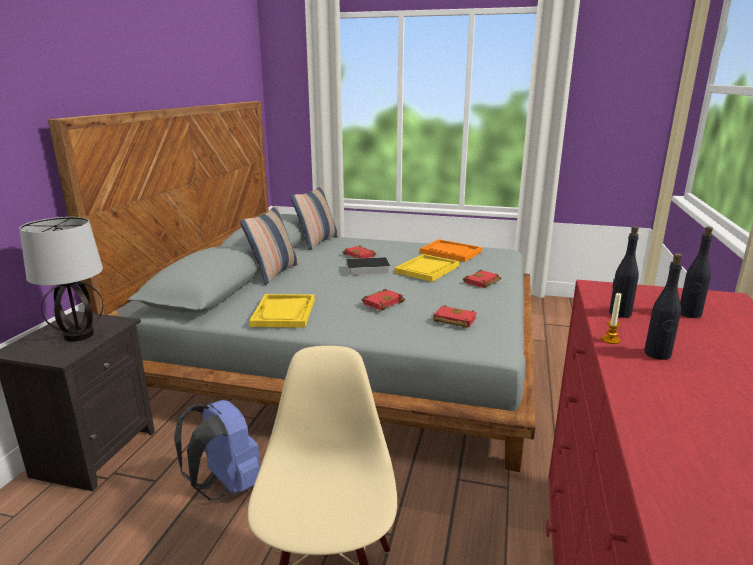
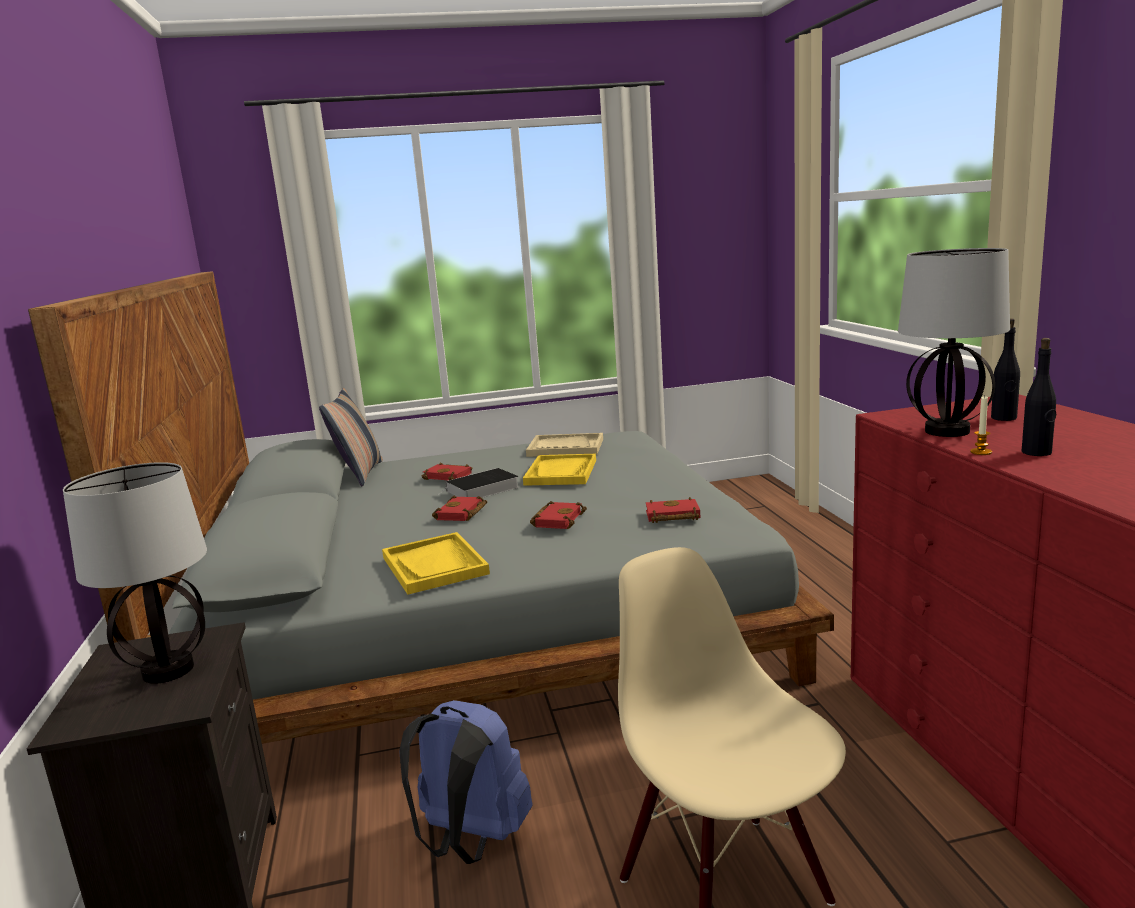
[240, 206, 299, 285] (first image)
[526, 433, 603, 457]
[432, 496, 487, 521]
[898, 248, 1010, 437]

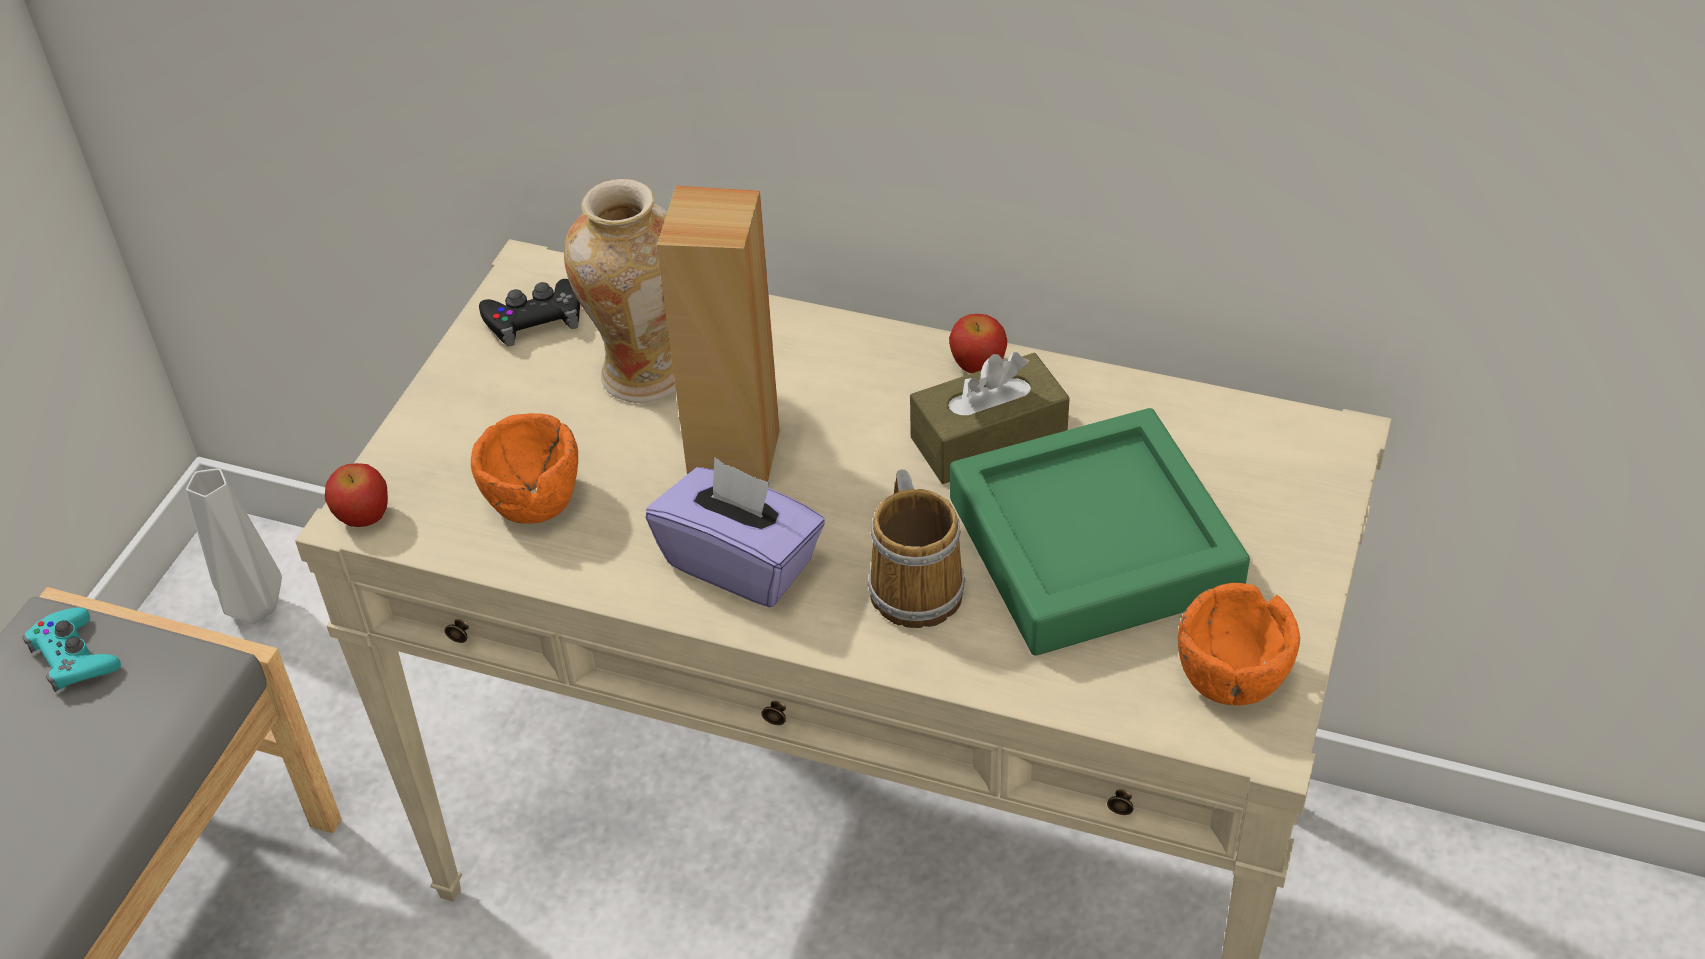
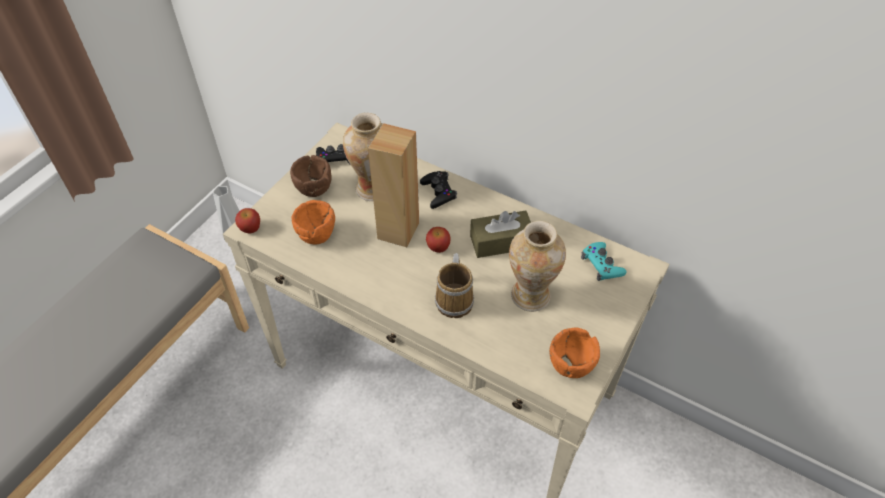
[581, 242, 627, 281]
[645, 457, 825, 608] (first image)
[426, 227, 451, 253]
[509, 221, 566, 312]
[290, 155, 332, 197]
[420, 171, 457, 209]

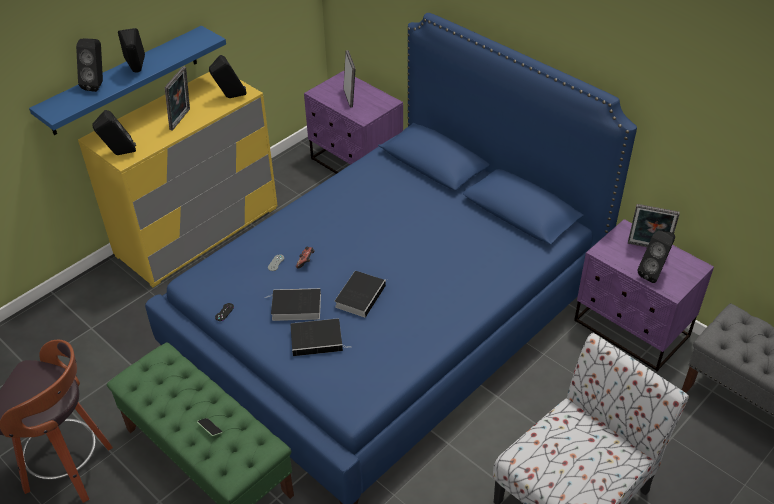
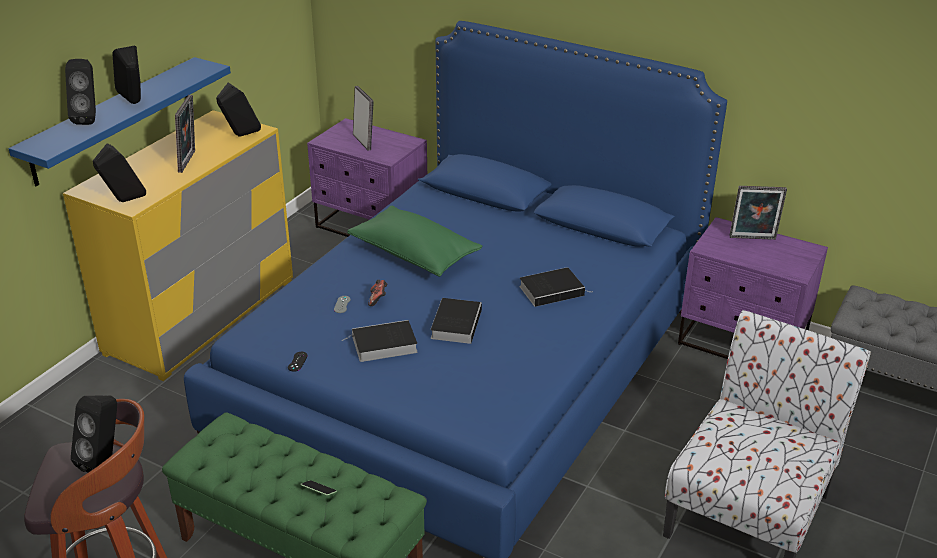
[519, 267, 587, 307]
[71, 395, 117, 473]
[347, 206, 482, 277]

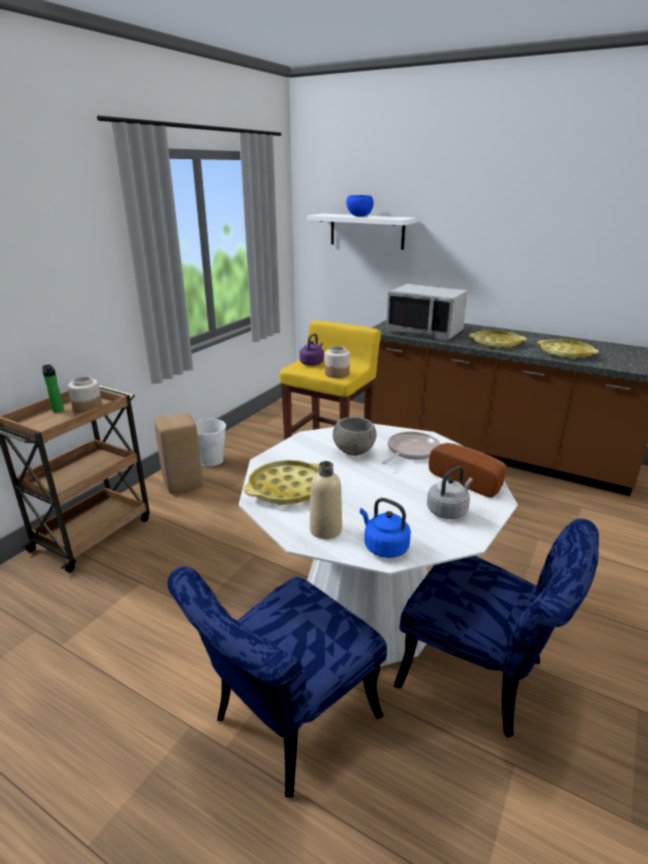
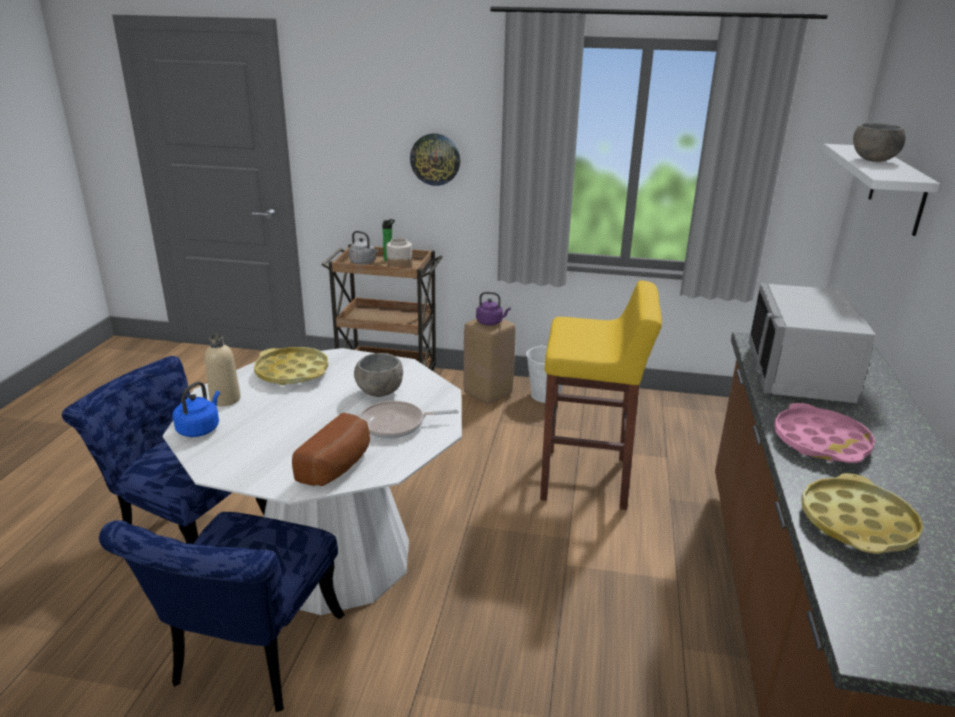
[476, 292, 511, 325]
[325, 346, 350, 378] (first image)
[853, 123, 905, 162]
[359, 401, 459, 439]
[349, 231, 378, 265]
[774, 403, 875, 463]
[410, 133, 460, 186]

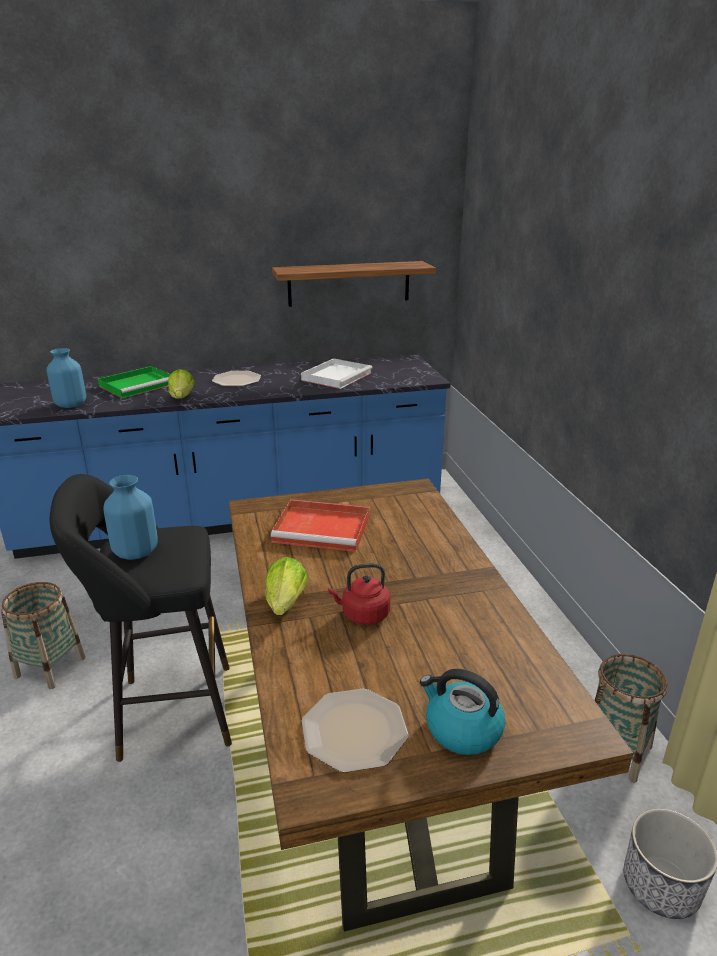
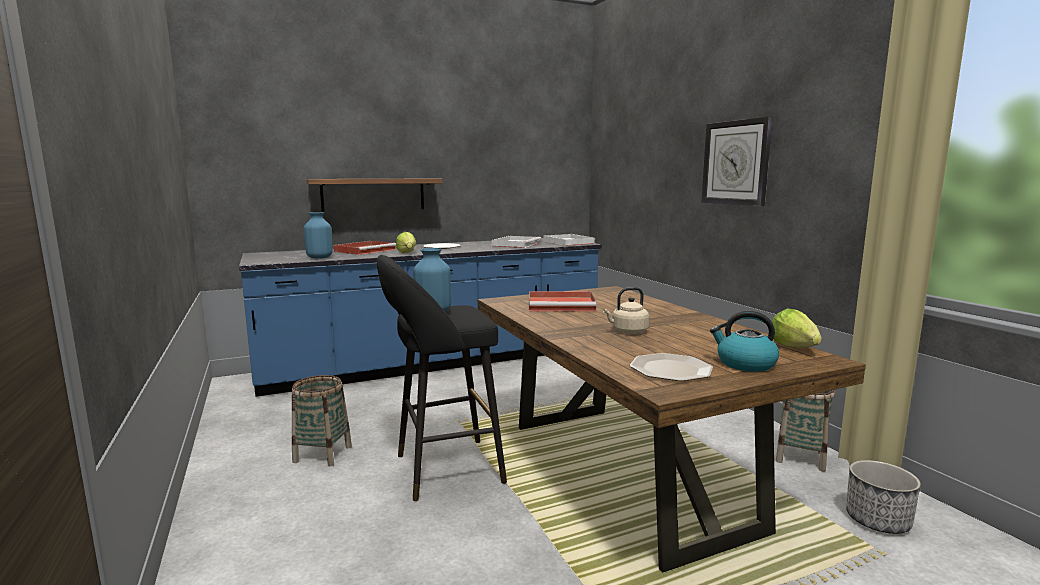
[333, 241, 396, 255]
[772, 308, 822, 348]
[306, 179, 443, 212]
[603, 287, 649, 334]
[544, 234, 596, 246]
[702, 117, 772, 206]

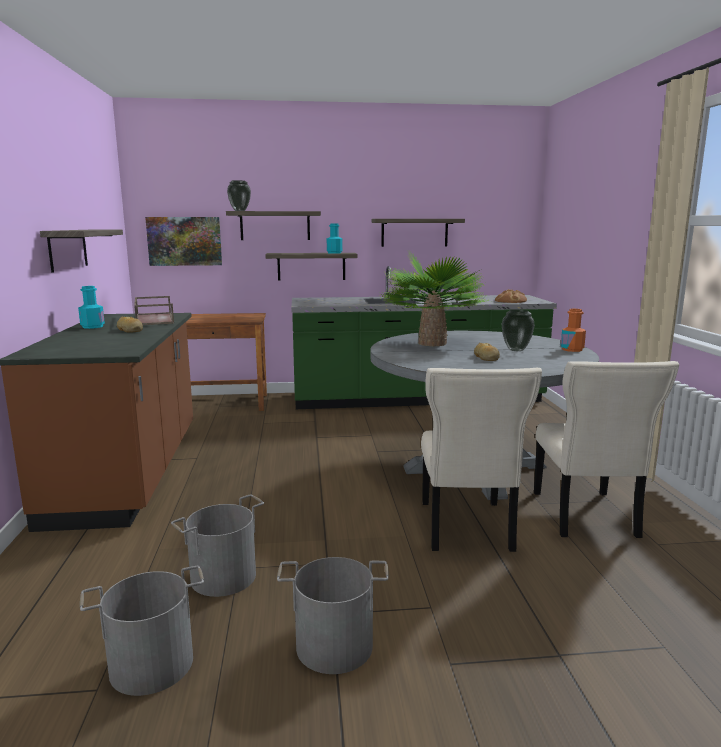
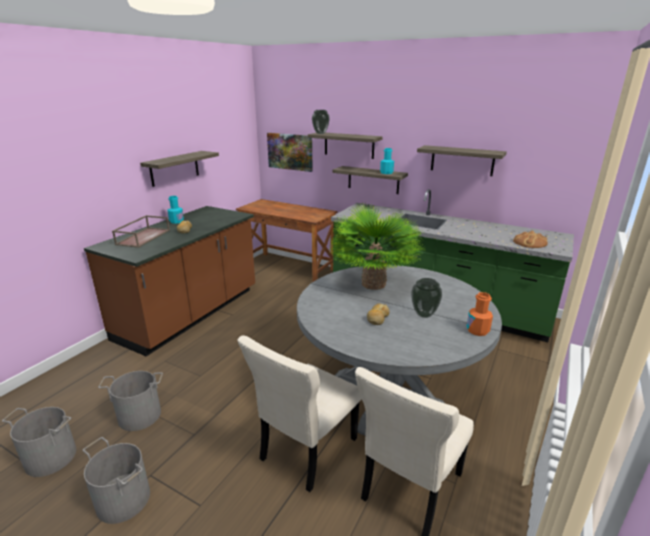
[112, 215, 170, 248]

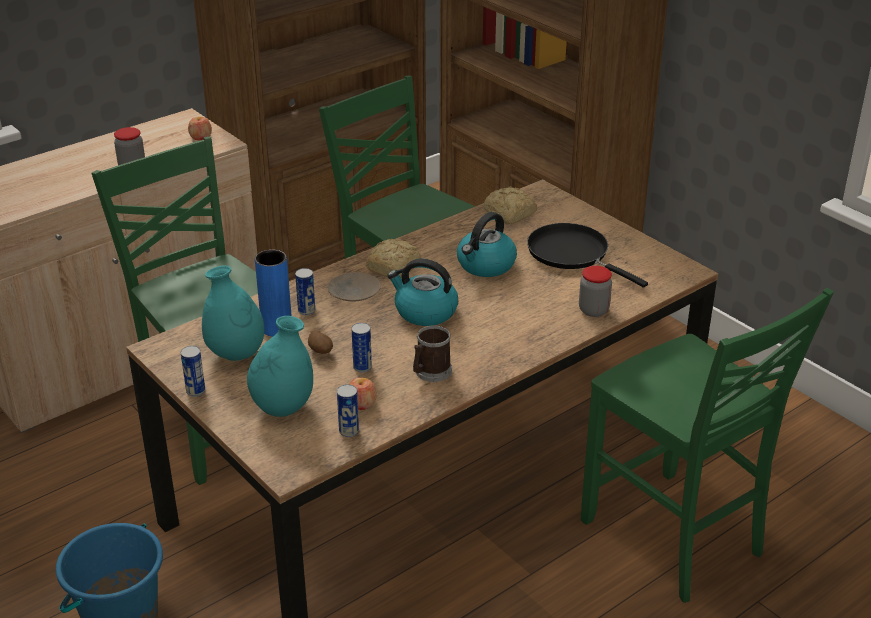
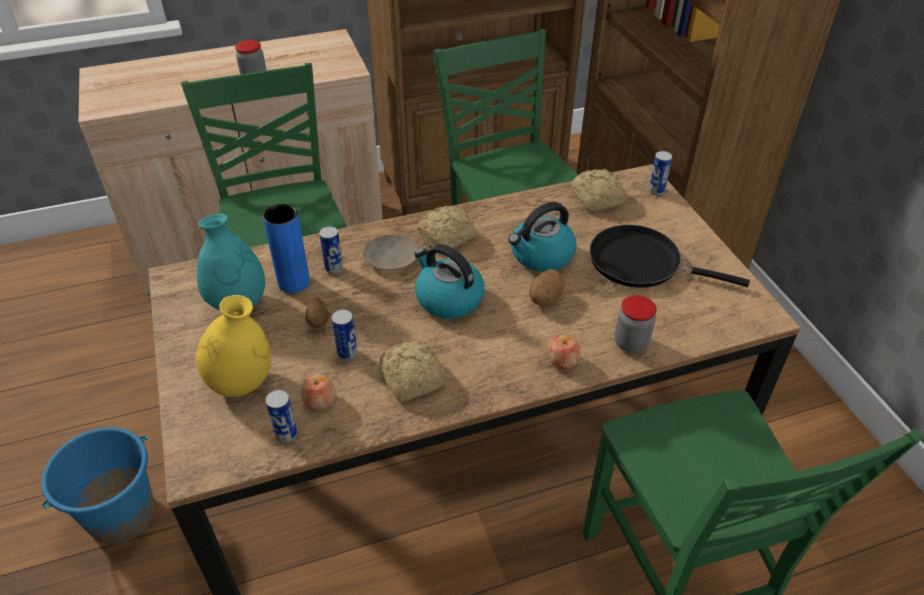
[649, 151, 672, 195]
[548, 335, 580, 369]
[196, 295, 271, 397]
[379, 341, 447, 402]
[590, 225, 750, 288]
[529, 269, 565, 306]

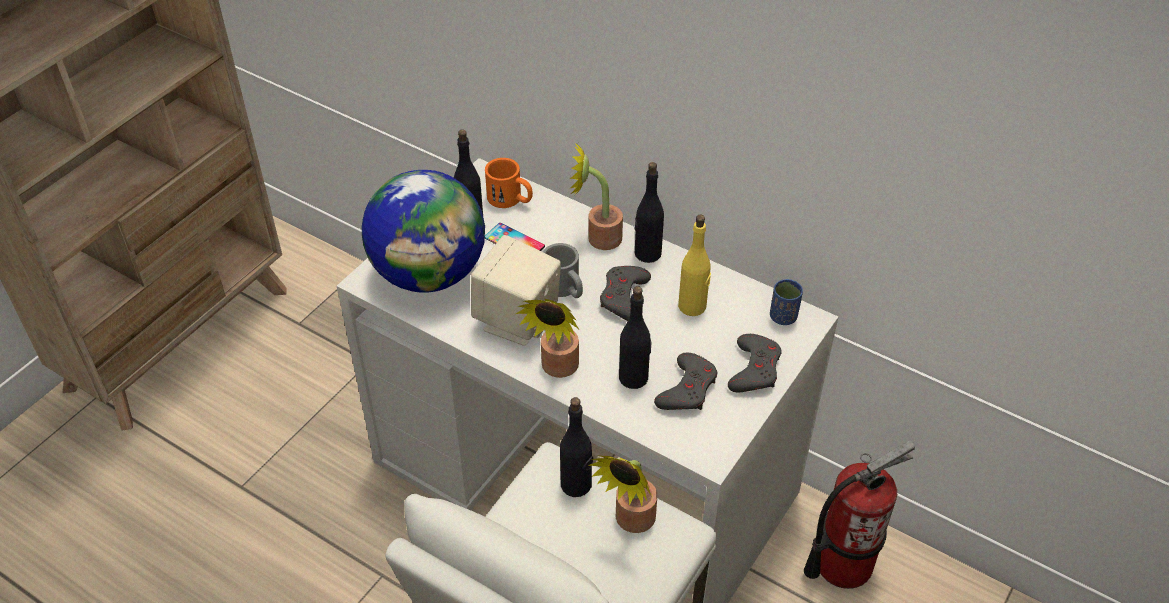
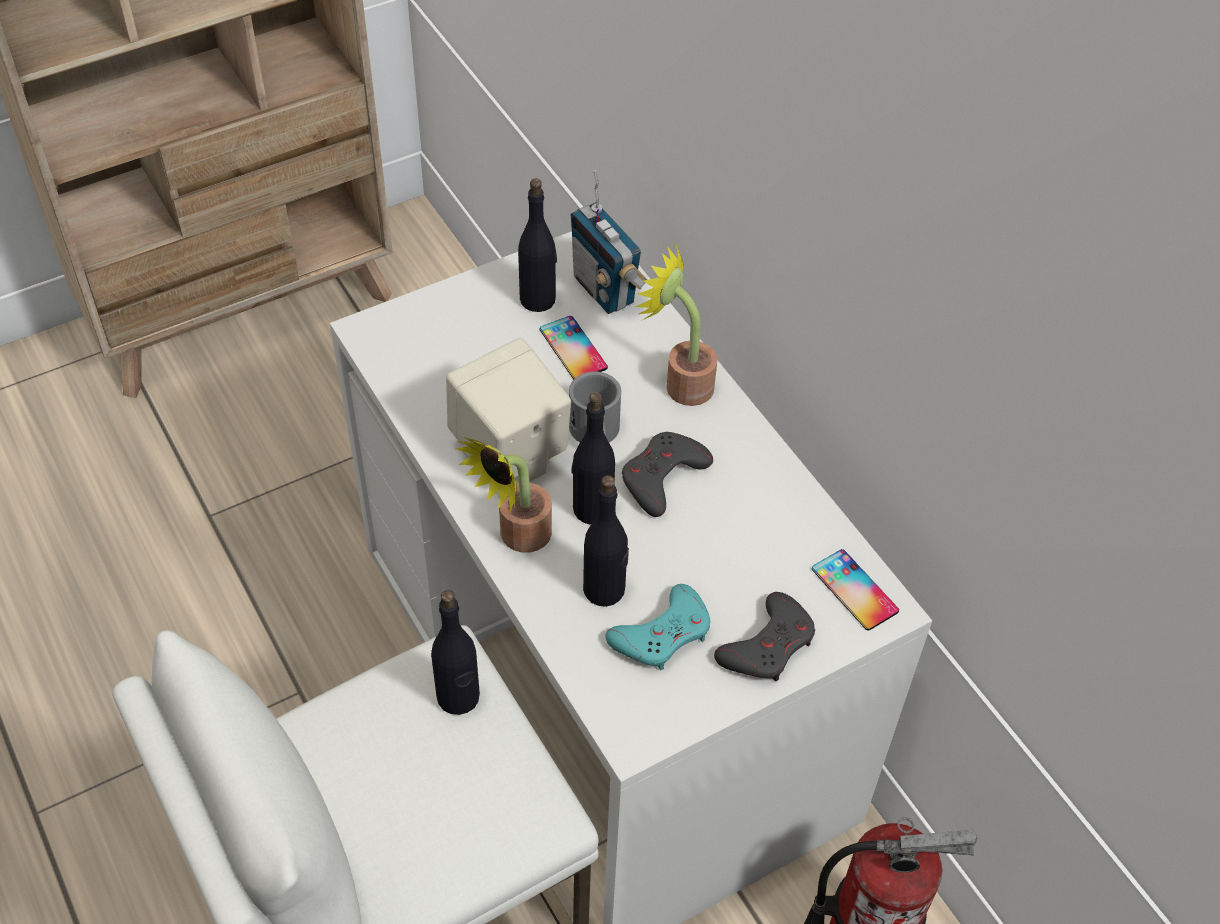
[361, 170, 485, 293] (first image)
[571, 170, 647, 314]
[588, 456, 657, 533] (first image)
[571, 392, 615, 525]
[605, 584, 710, 670]
[678, 215, 711, 316] (first image)
[812, 549, 899, 631]

